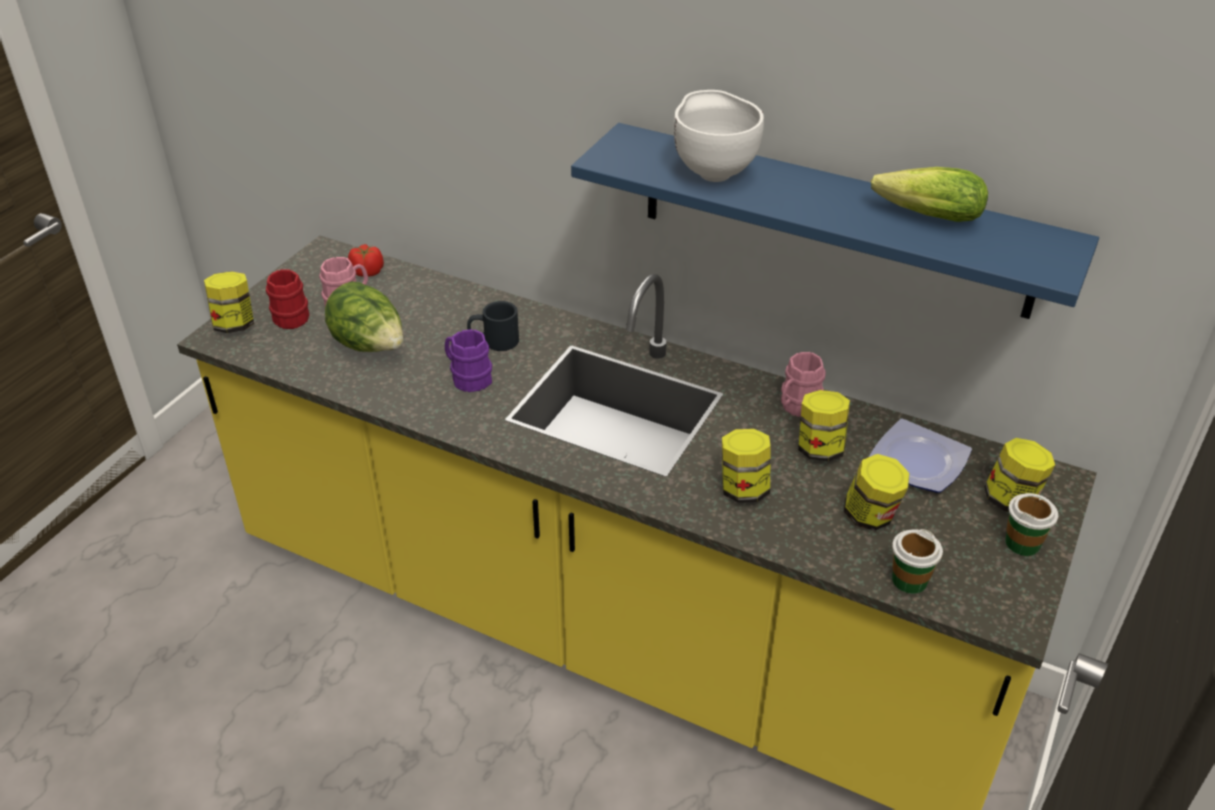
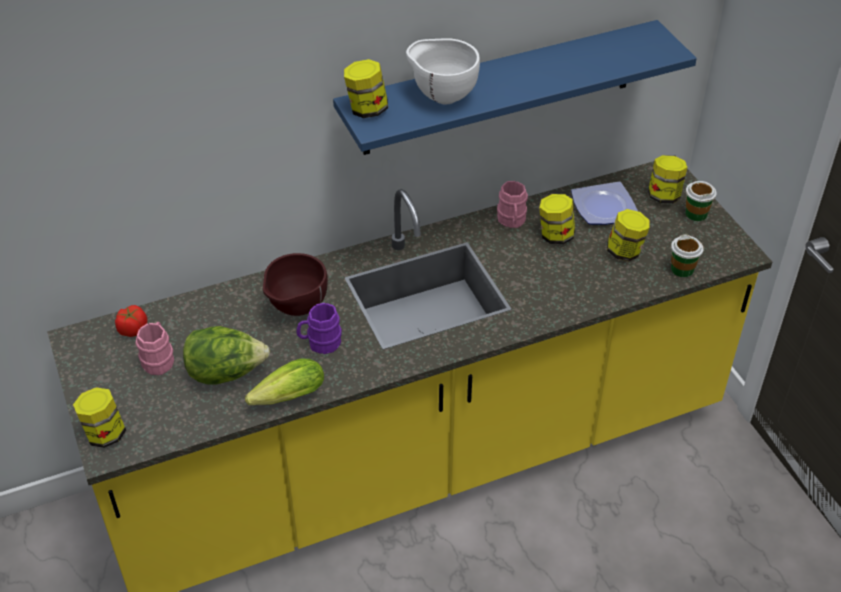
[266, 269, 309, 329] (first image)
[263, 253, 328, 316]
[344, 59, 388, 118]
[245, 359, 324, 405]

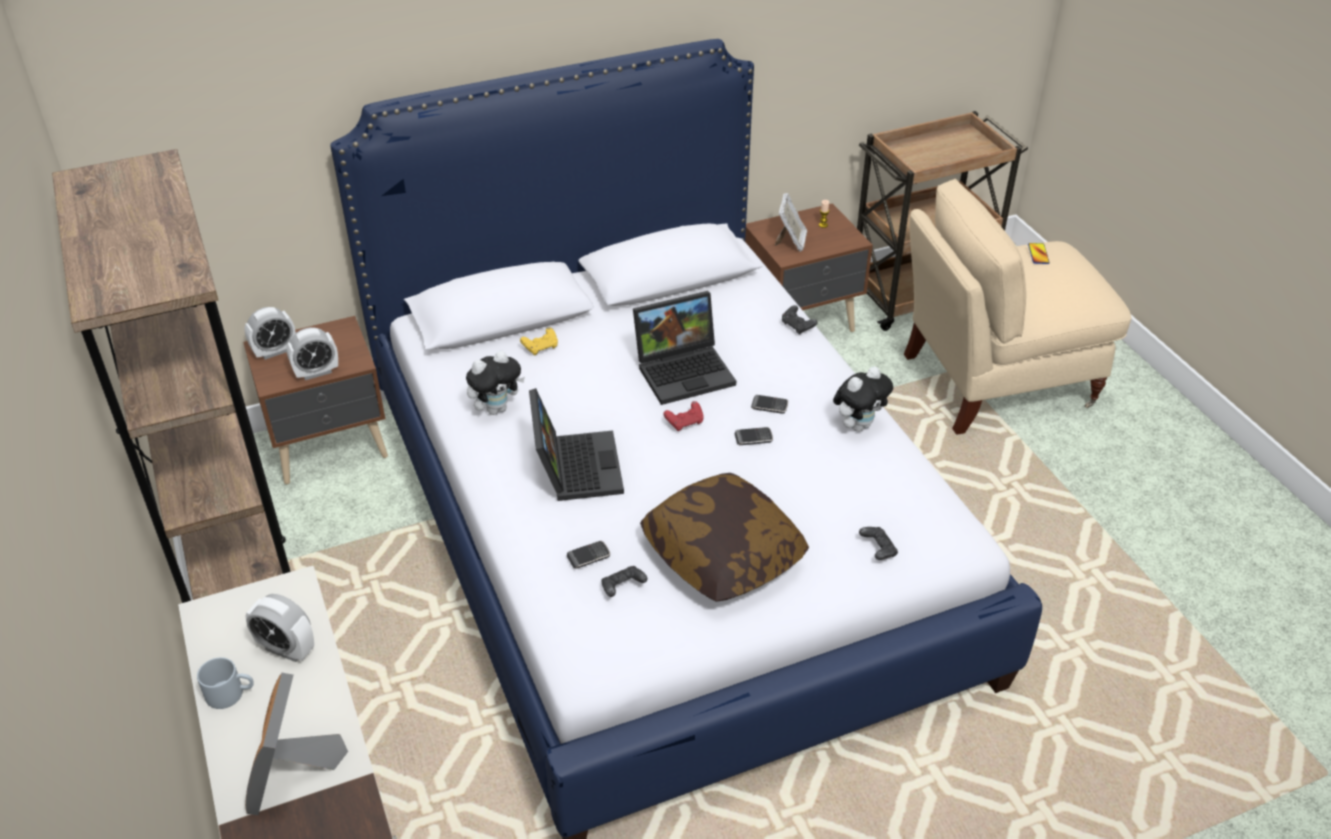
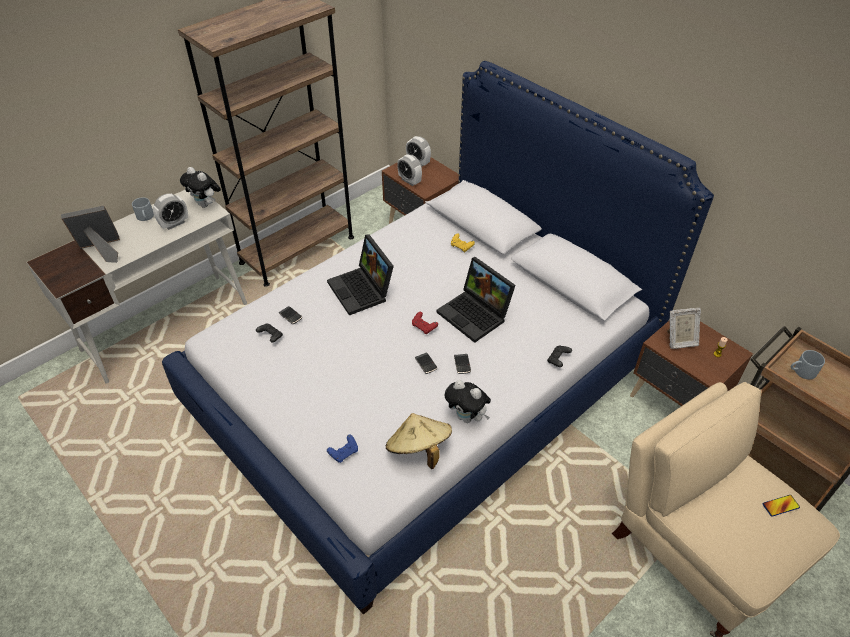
[153, 194, 188, 230]
[180, 167, 221, 208]
[327, 234, 394, 316]
[640, 473, 809, 602] (first image)
[327, 434, 358, 463]
[386, 413, 452, 469]
[790, 350, 825, 380]

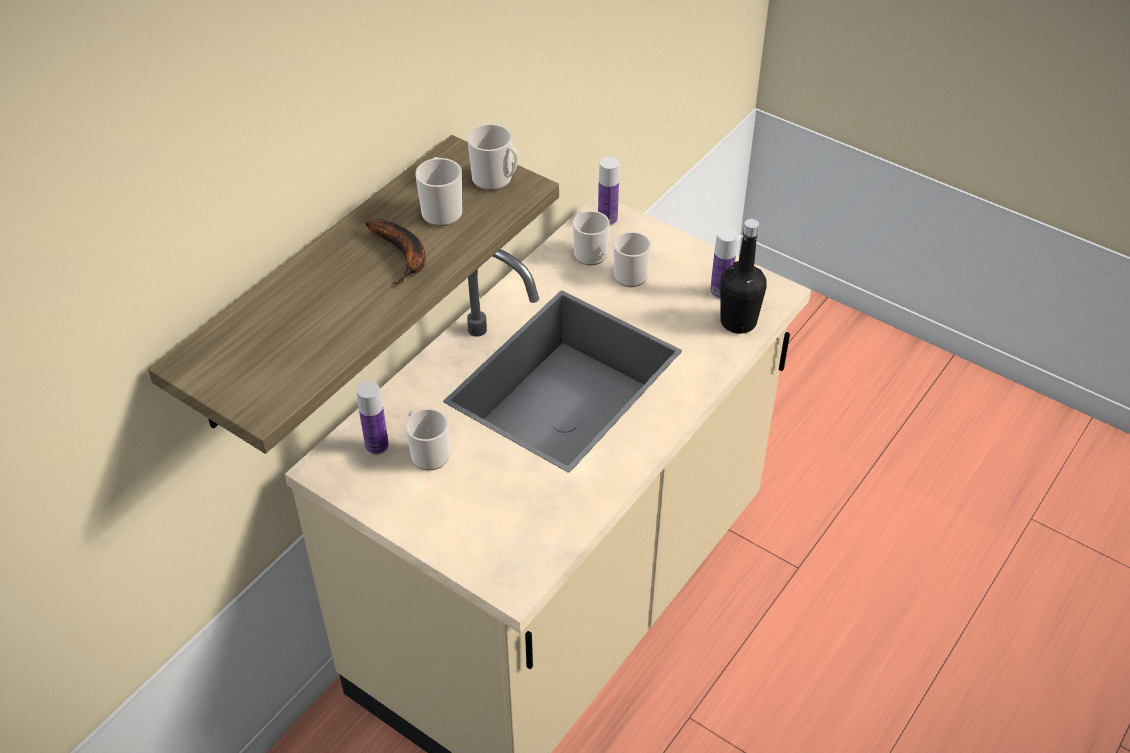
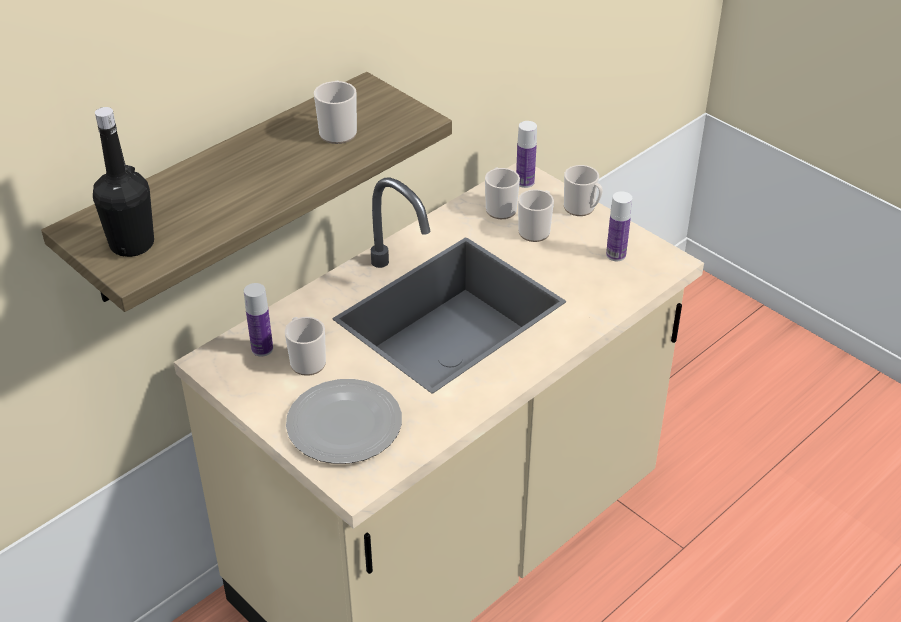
[365, 219, 426, 284] (first image)
[564, 165, 603, 216]
[93, 107, 154, 257]
[286, 379, 402, 464]

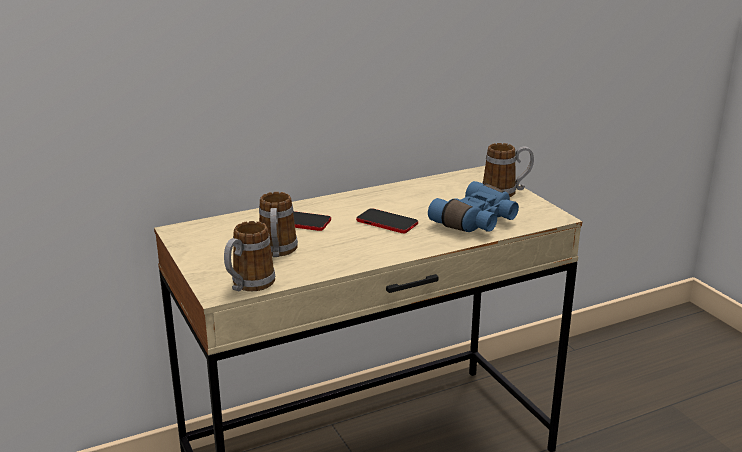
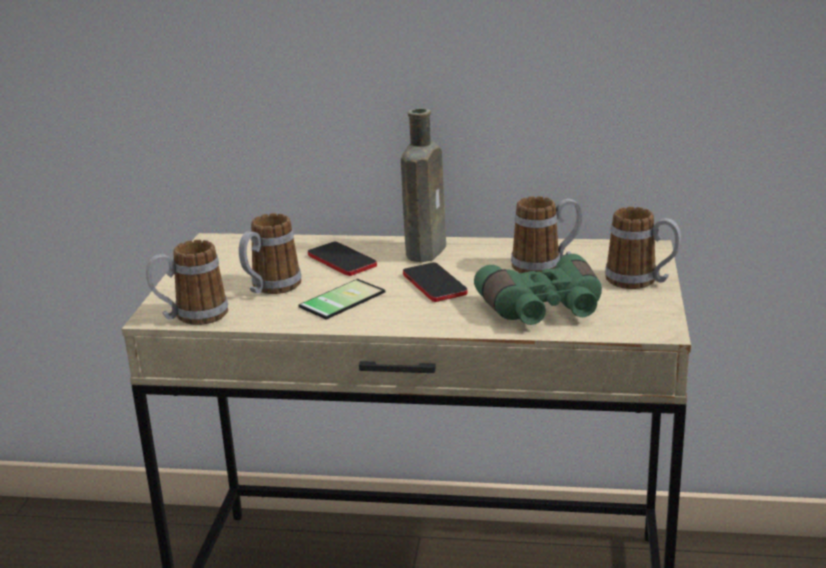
[474, 254, 602, 325]
[299, 279, 385, 320]
[401, 108, 446, 262]
[511, 196, 582, 273]

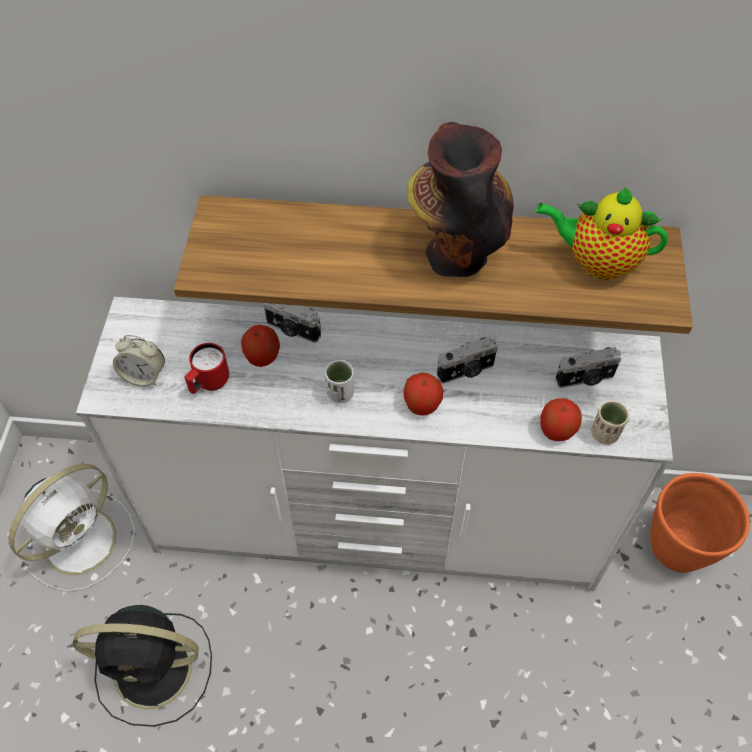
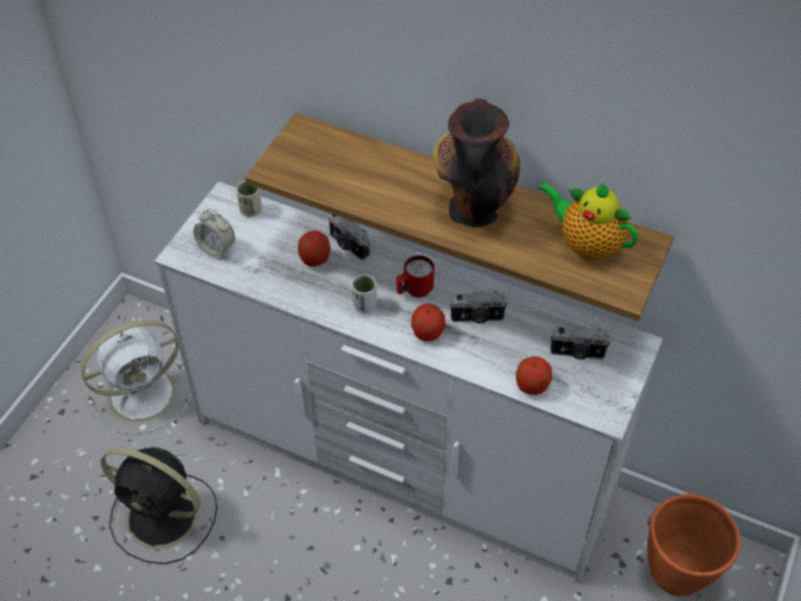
[396, 255, 434, 298]
[236, 180, 262, 217]

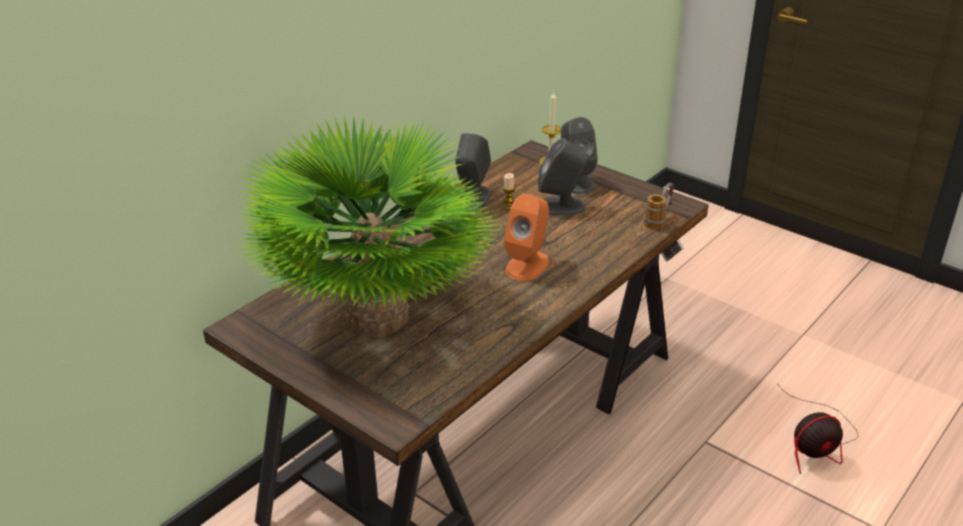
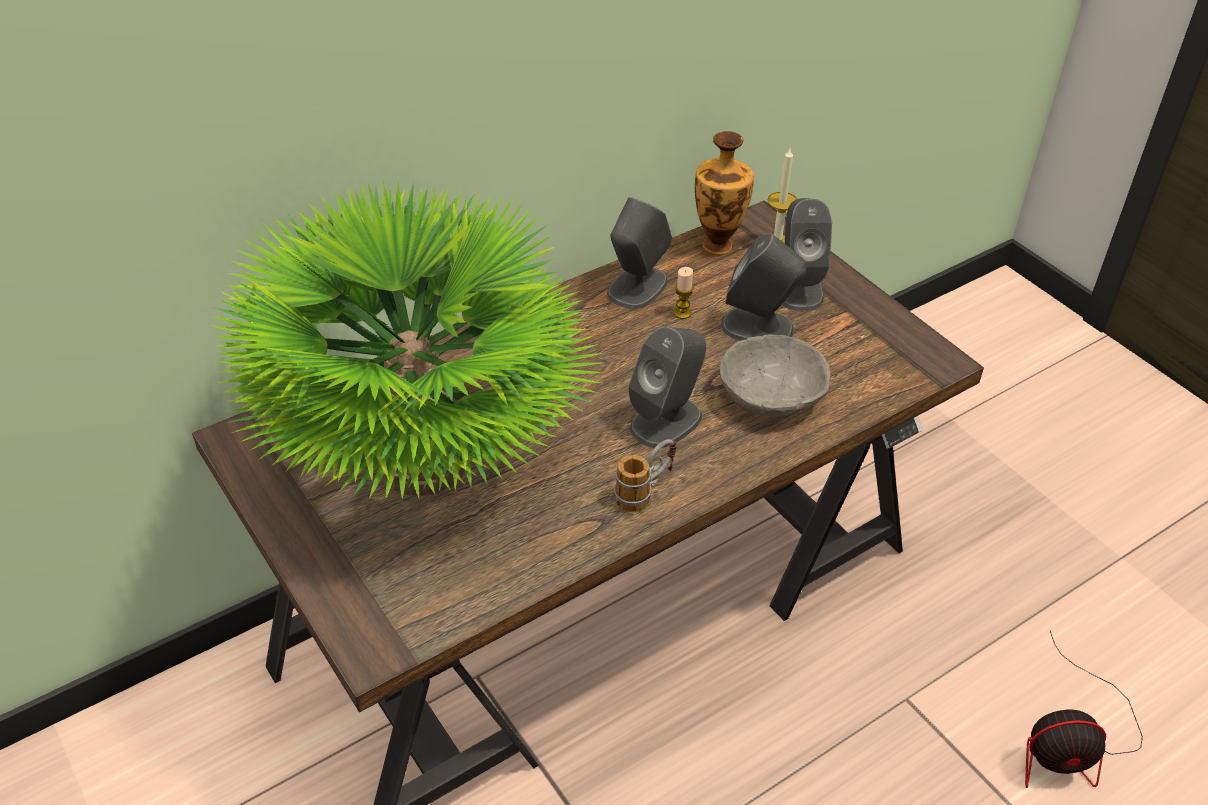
[628, 327, 706, 448]
[614, 439, 677, 512]
[695, 131, 754, 255]
[719, 335, 831, 417]

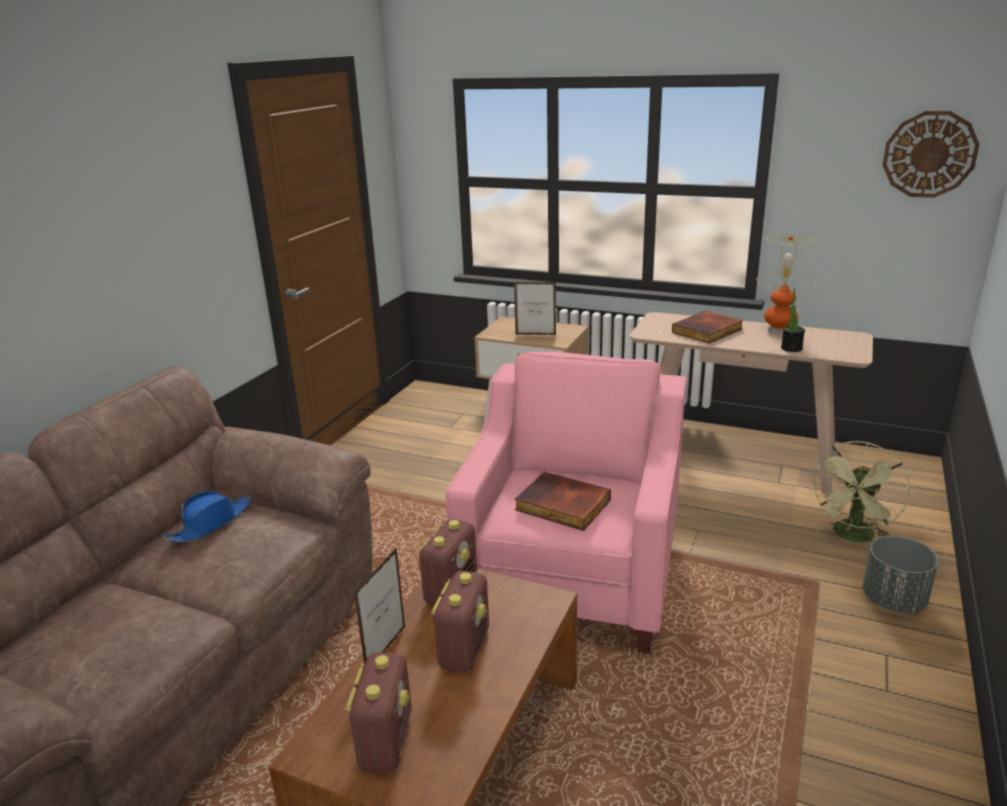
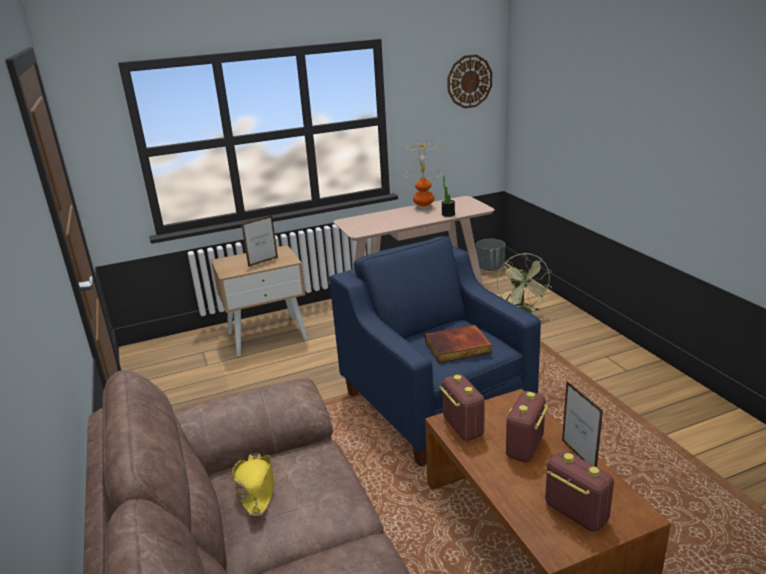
[232, 453, 274, 516]
[562, 381, 603, 467]
[506, 391, 548, 463]
[329, 236, 541, 467]
[672, 311, 743, 344] (first image)
[476, 239, 505, 271]

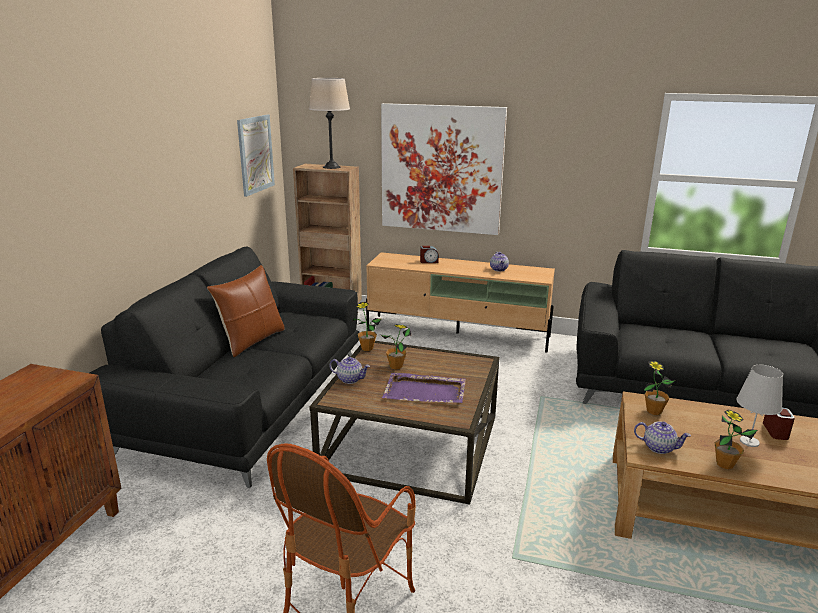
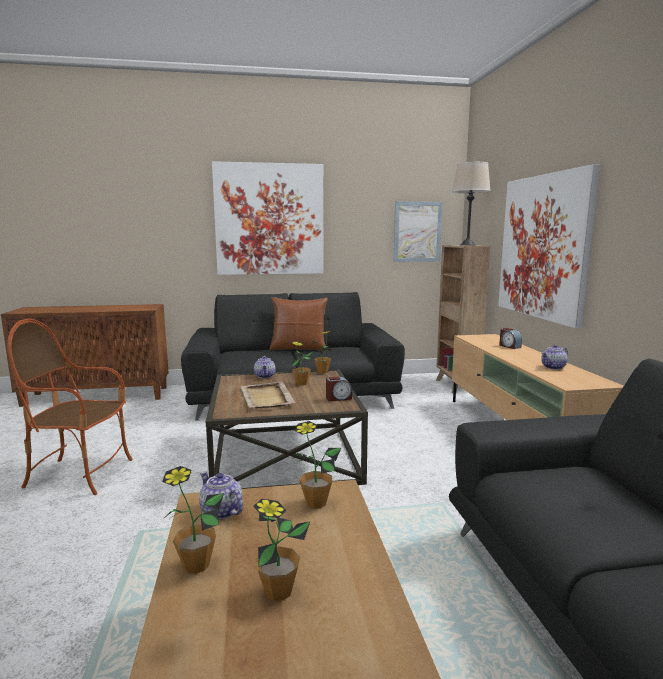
[241, 381, 296, 408]
[199, 472, 243, 520]
[254, 499, 310, 601]
[326, 376, 352, 401]
[212, 161, 324, 275]

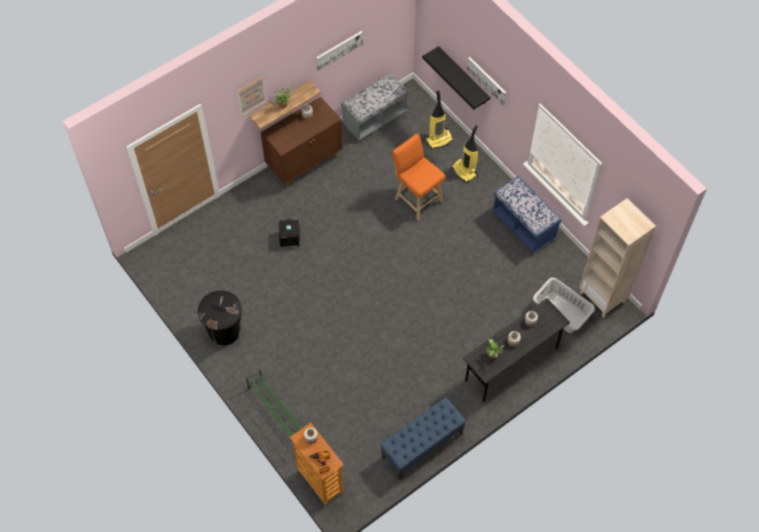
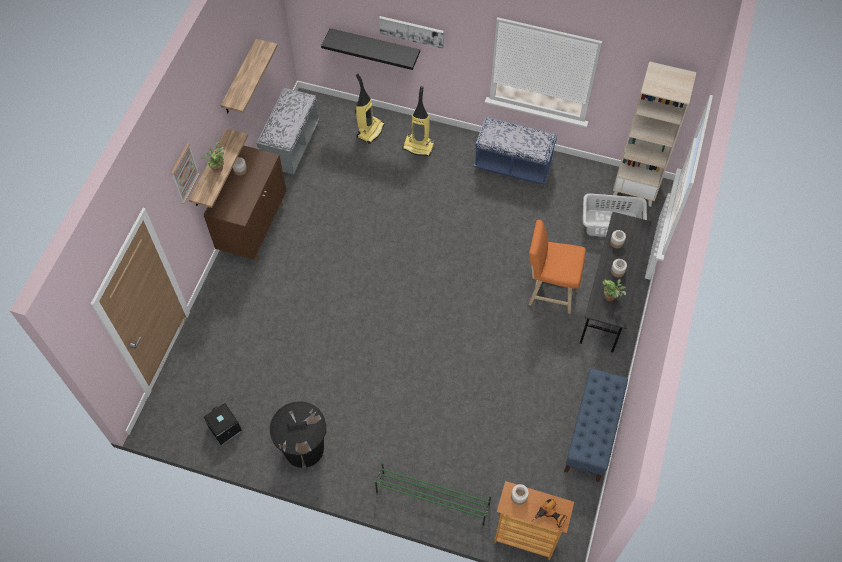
[204, 403, 242, 445]
[220, 39, 278, 113]
[528, 220, 586, 314]

